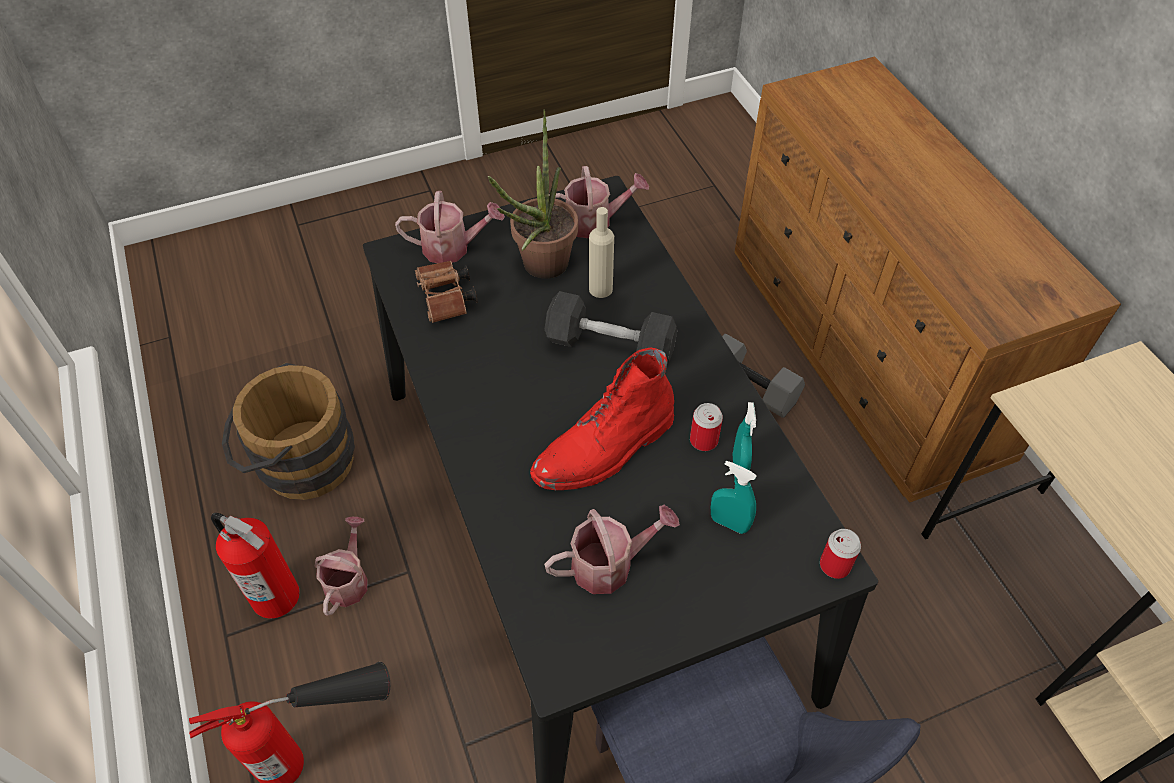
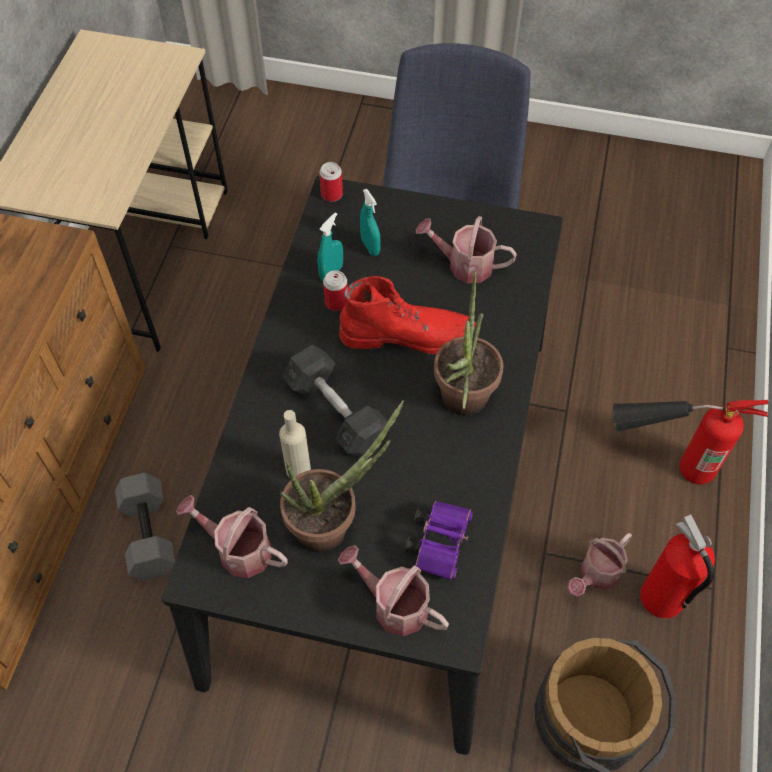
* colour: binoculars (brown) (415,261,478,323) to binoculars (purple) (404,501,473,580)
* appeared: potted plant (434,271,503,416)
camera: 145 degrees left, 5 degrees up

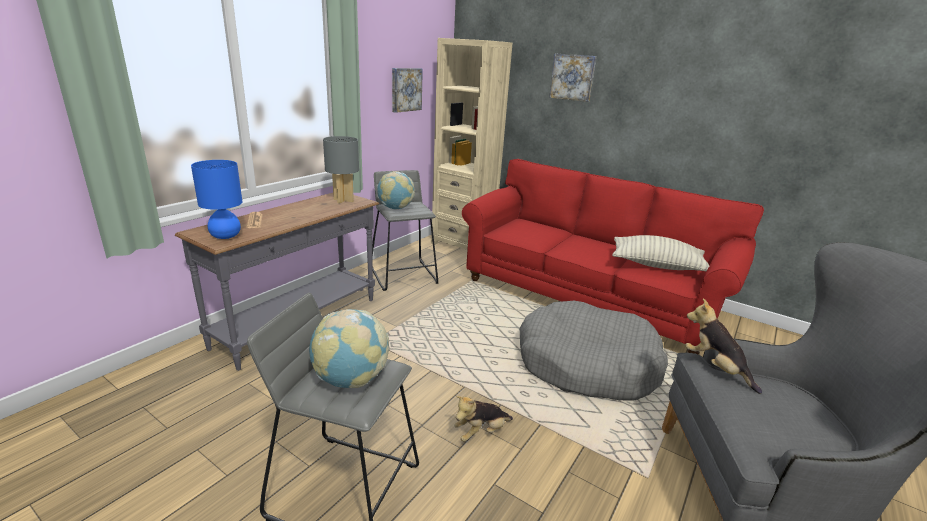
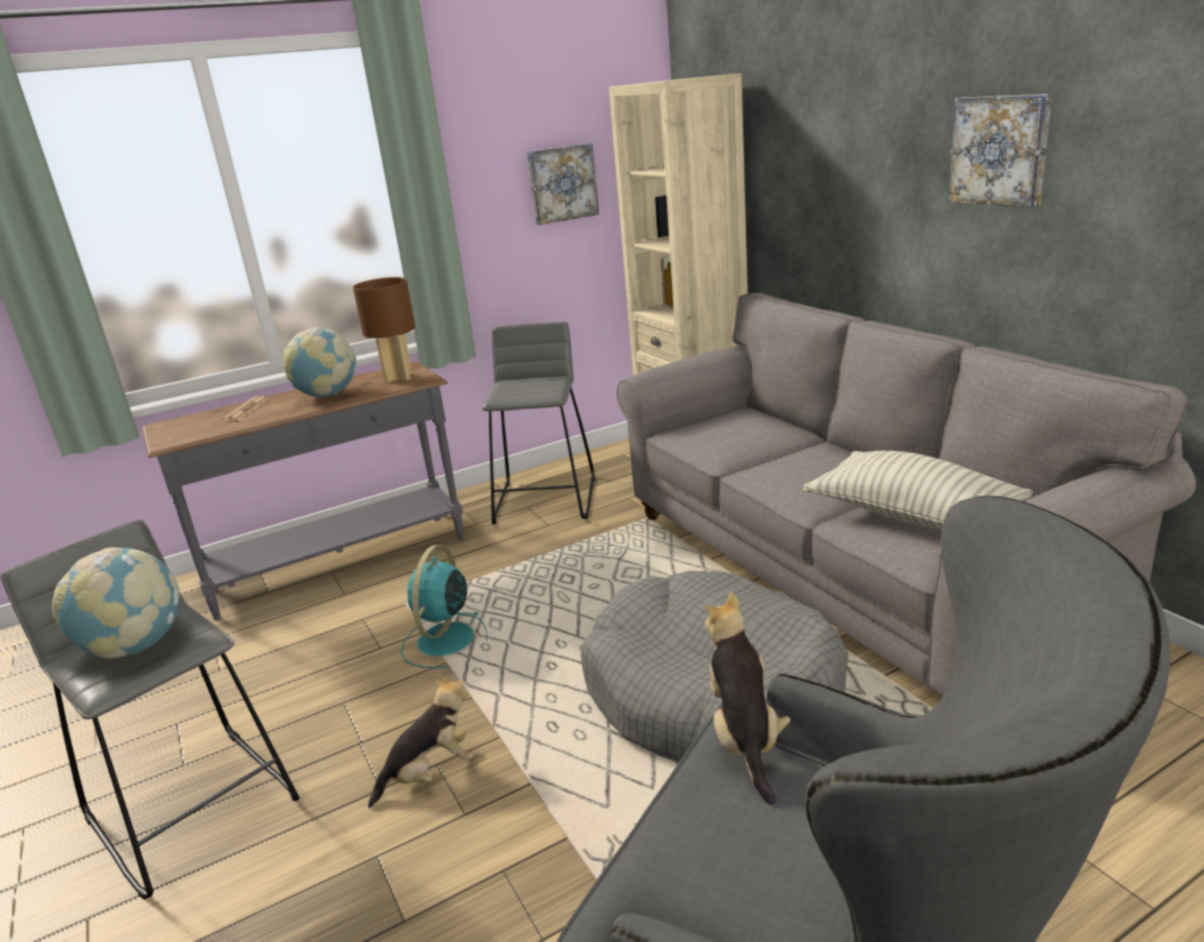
* relocated: picture (549,53,596,102) to (948,93,1052,208)
* colour: table lamp (grey) (323,136,359,204) to table lamp (brown) (353,277,415,383)
* colour: sofa (red) (462,159,764,354) to sofa (grey) (617,293,1196,698)
* missing: table lamp (blue) (191,160,242,239)
* relocated: globe (377,171,415,209) to (283,327,357,397)
* spun: plush toy (454,396,513,442) = (368,674,474,808) 150 degrees clockwise
* appeared: fan (turquoise) (401,545,488,668)
camera: 30 degrees right, 0 degrees up

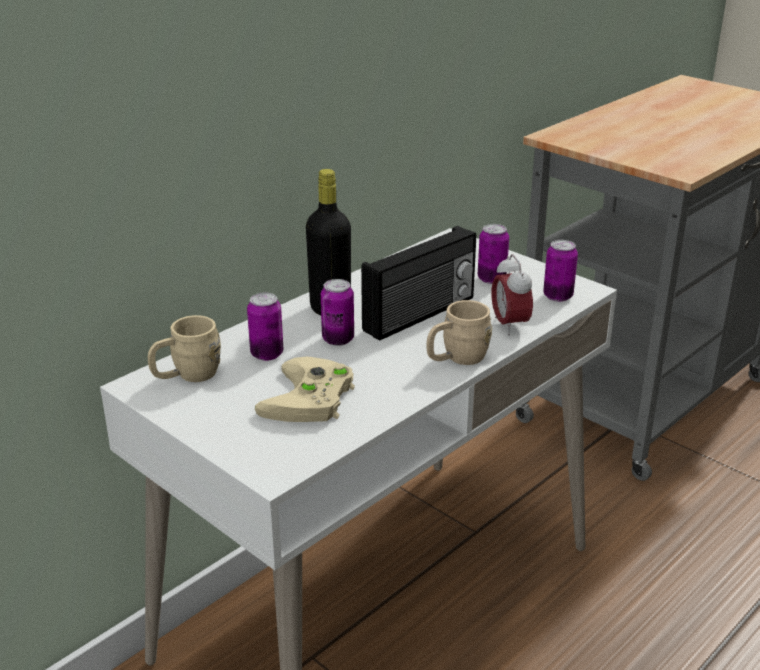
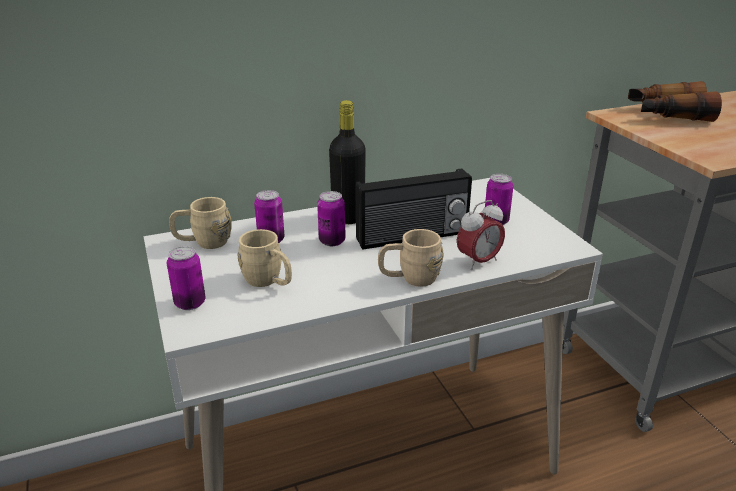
* relocated: can (543,240,578,302) to (167,246,206,310)
* spun: alarm clock (491,254,533,336) = (457,200,505,270) 135 degrees counterclockwise
* exchanged: game controller (beige) (255,357,355,422) to mug (beige) (237,229,292,287)
* appeared: binoculars (628,81,722,122)
camera: 25 degrees right, 0 degrees up

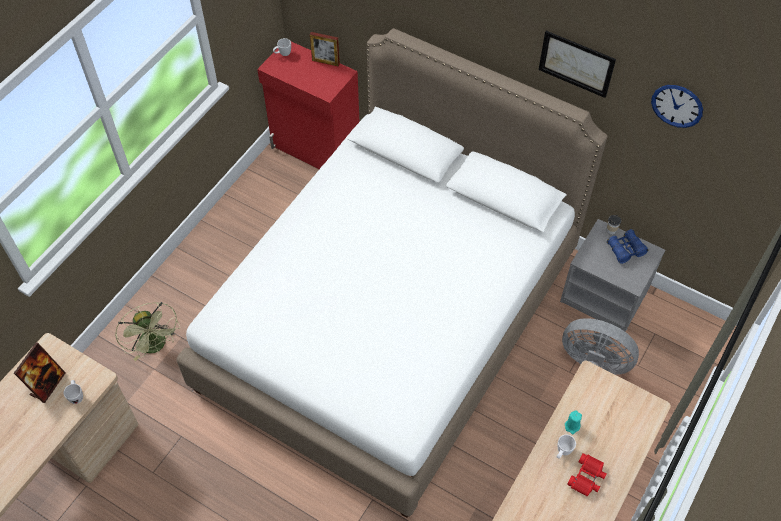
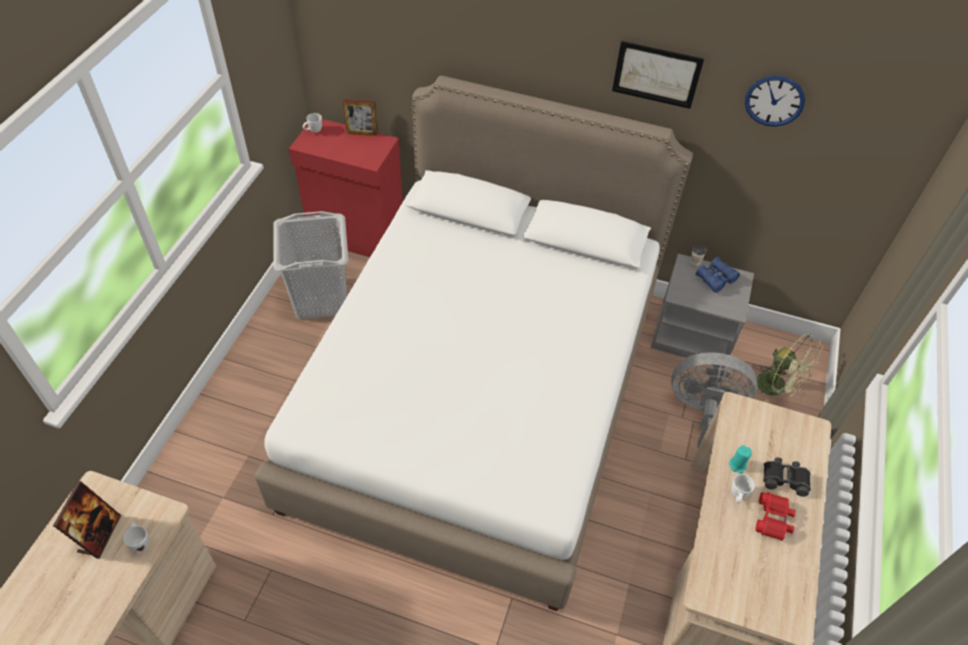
* relocated: fan (green) (115,302,180,361) to (755,333,823,403)
* appeared: laundry basket (grey) (273,211,348,319)
* appeared: binoculars (black) (763,457,811,497)
camera: 15 degrees left, 5 degrees down

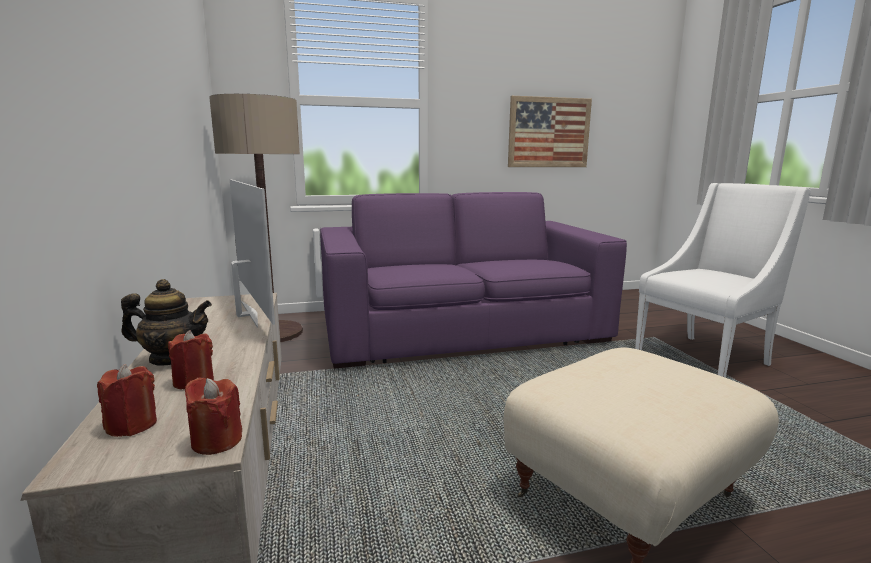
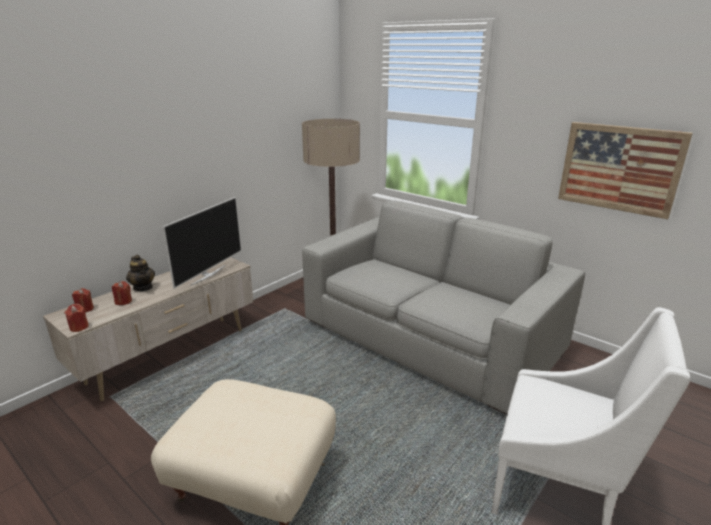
* colour: sofa (purple) (320,192,627,369) to sofa (grey) (302,201,585,415)
camera: 55 degrees right, 10 degrees up

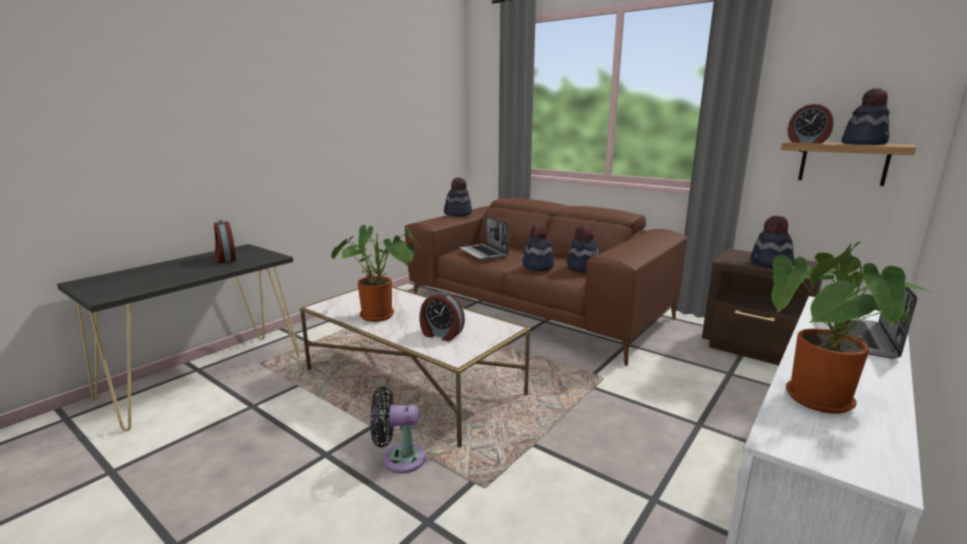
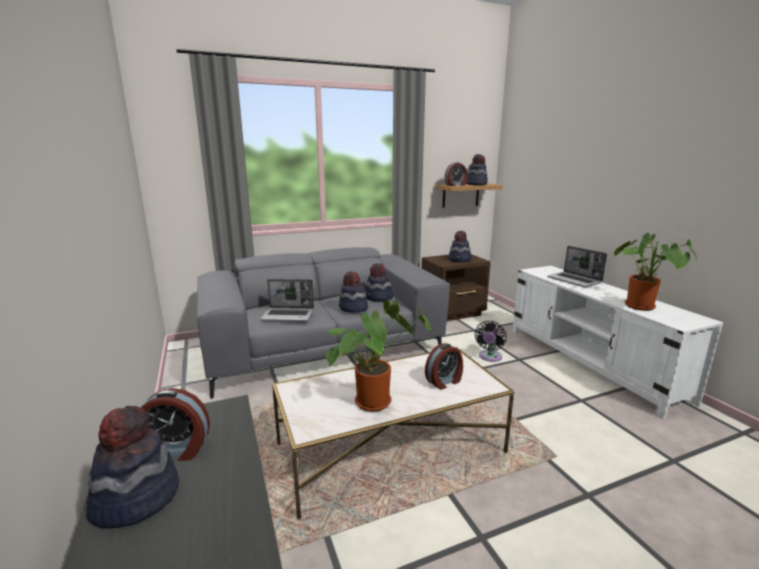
* relocated: hat (444,177,472,216) to (86,406,179,528)
* colour: sofa (brown) (405,198,687,366) to sofa (grey) (197,247,449,399)
* relocated: fan (black) (370,387,426,473) to (475,321,507,362)
camera: 60 degrees left, 0 degrees up

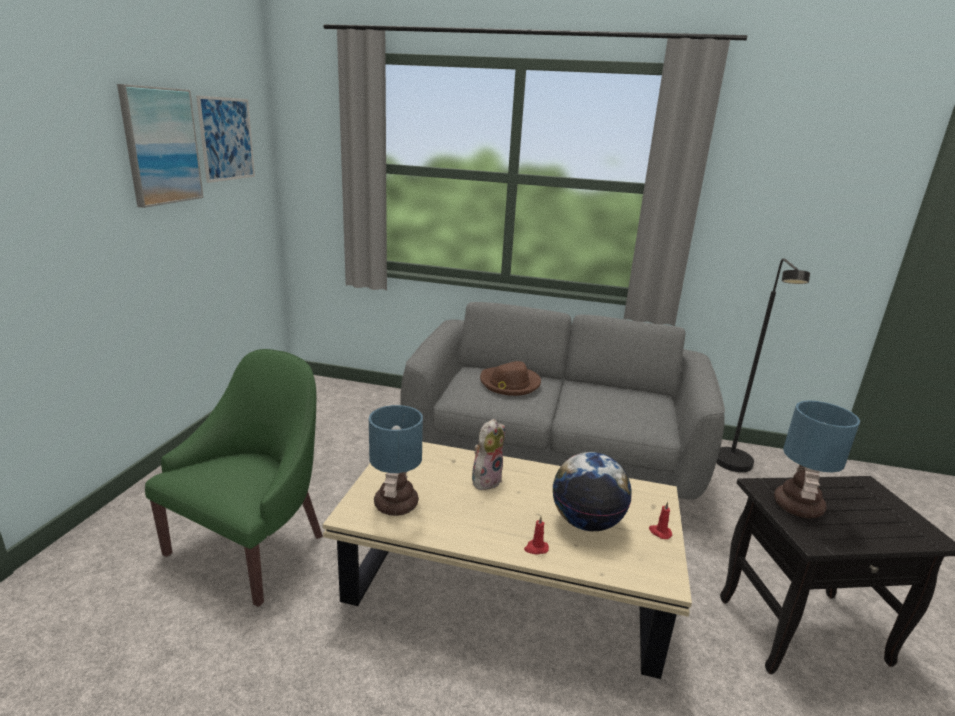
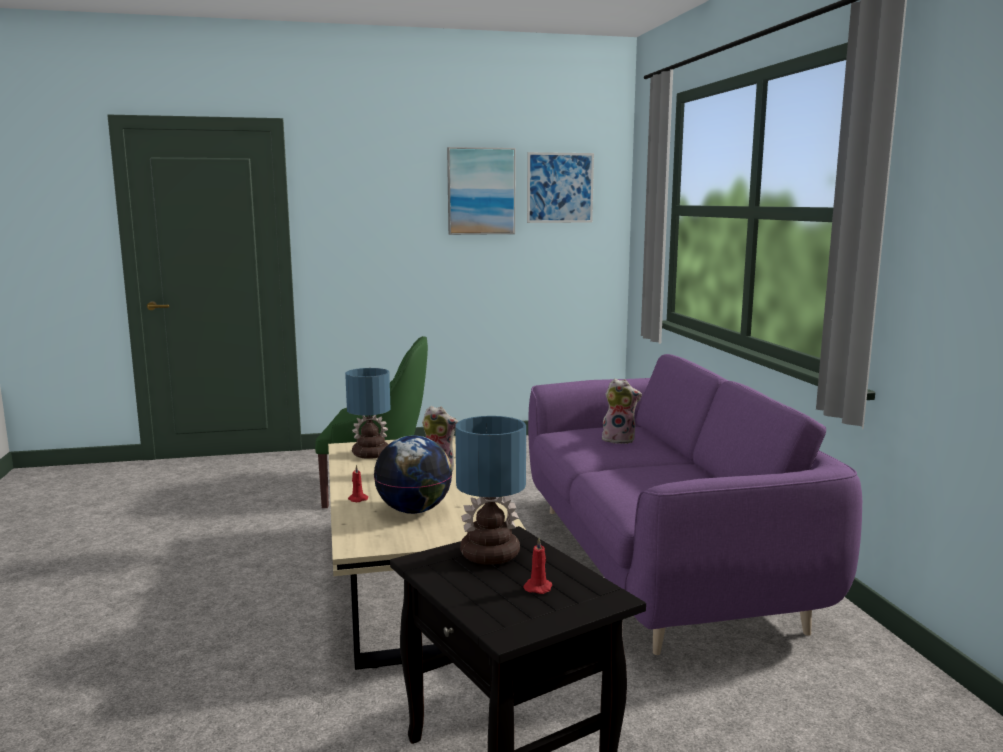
* missing: floor lamp (black) (716,258,810,472)
* colour: sofa (grey) (400,302,725,500) to sofa (purple) (528,354,862,655)
* exchanged: hat (brown) (480,361,541,396) to plush toy (602,379,642,444)
* relocated: candle (red) (649,501,672,539) to (523,538,552,594)
camera: 65 degrees right, 10 degrees down

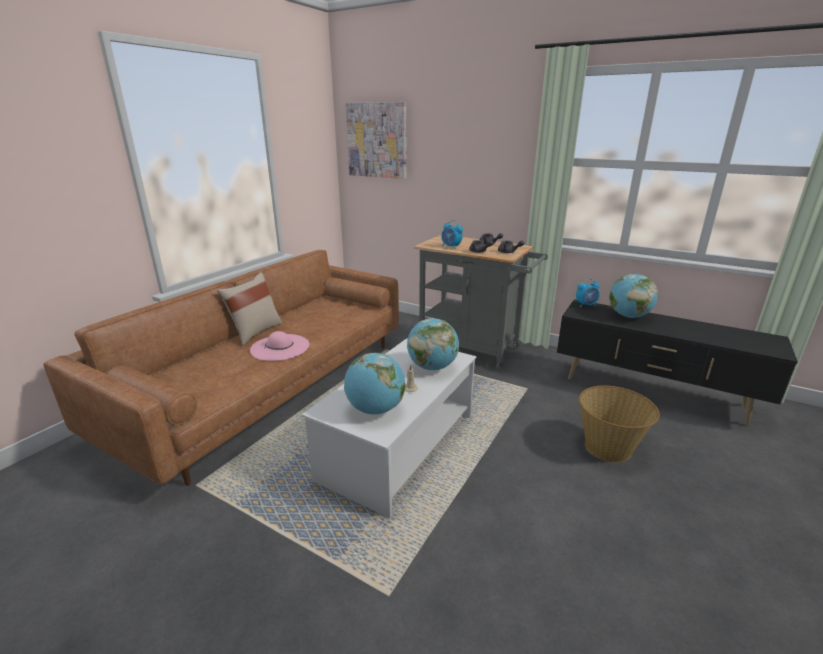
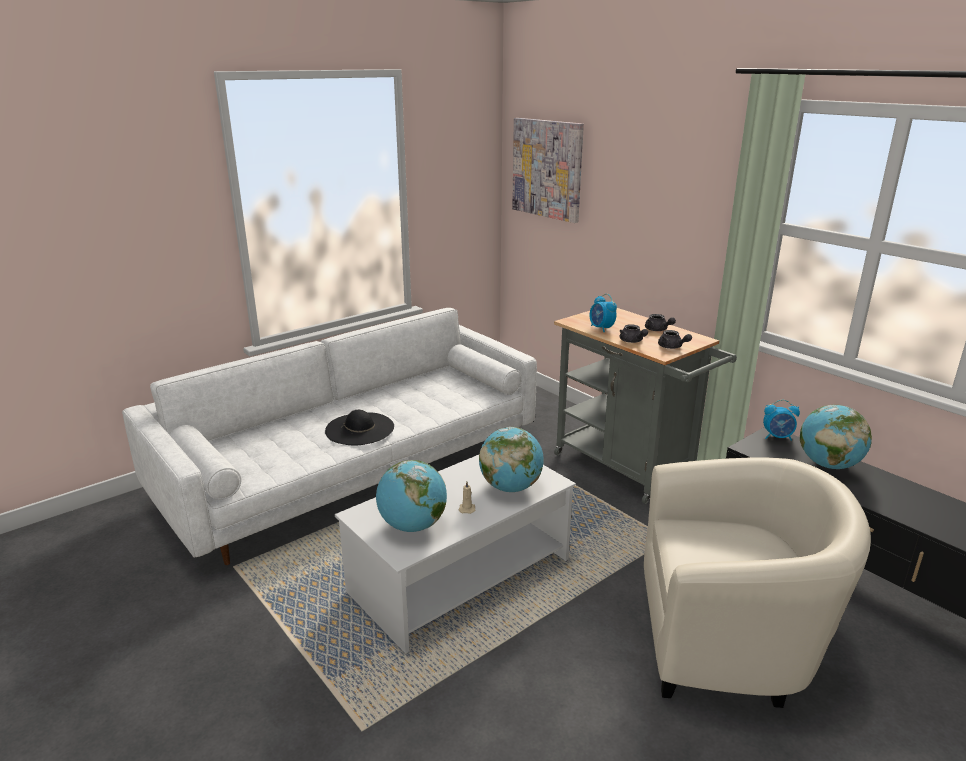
* colour: sofa (brown) (43,250,399,486) to sofa (white) (122,308,537,565)
* missing: pillow (beige) (217,272,282,345)
* colour: hat (pink) (250,331,309,361) to hat (black) (325,410,394,445)
* exchanged: basket (579,385,660,462) to armchair (beige) (644,457,871,708)
camera: 20 degrees right, 0 degrees up

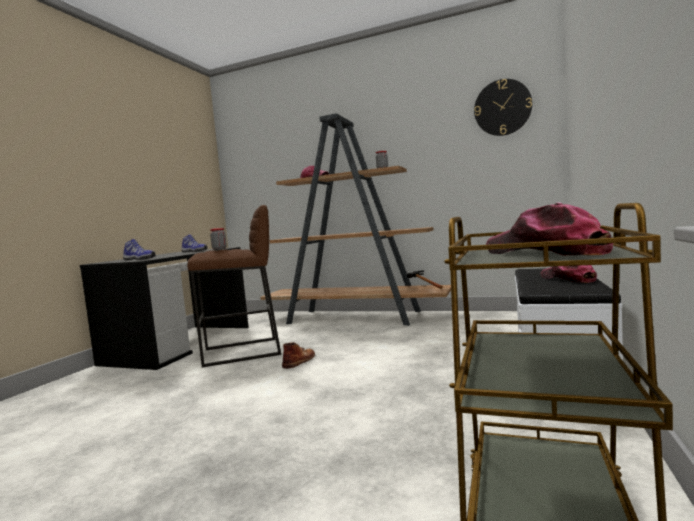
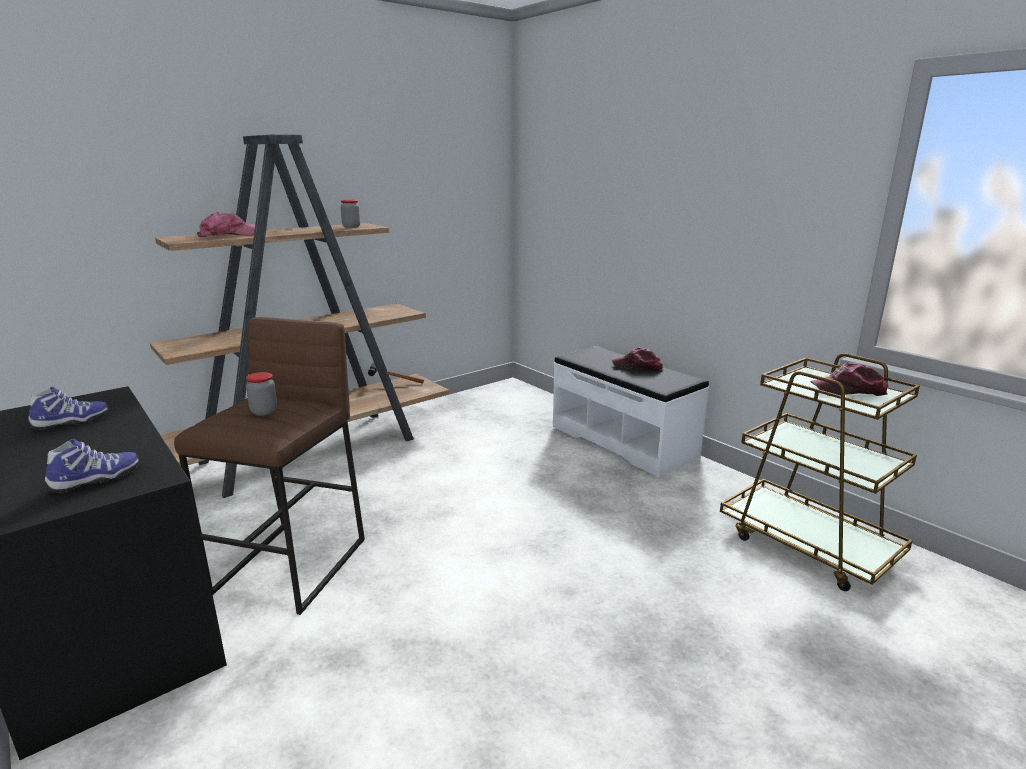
* missing: wall clock (474,79,532,136)
* missing: boot (brown) (282,342,315,369)
camera: 60 degrees left, 15 degrees up

